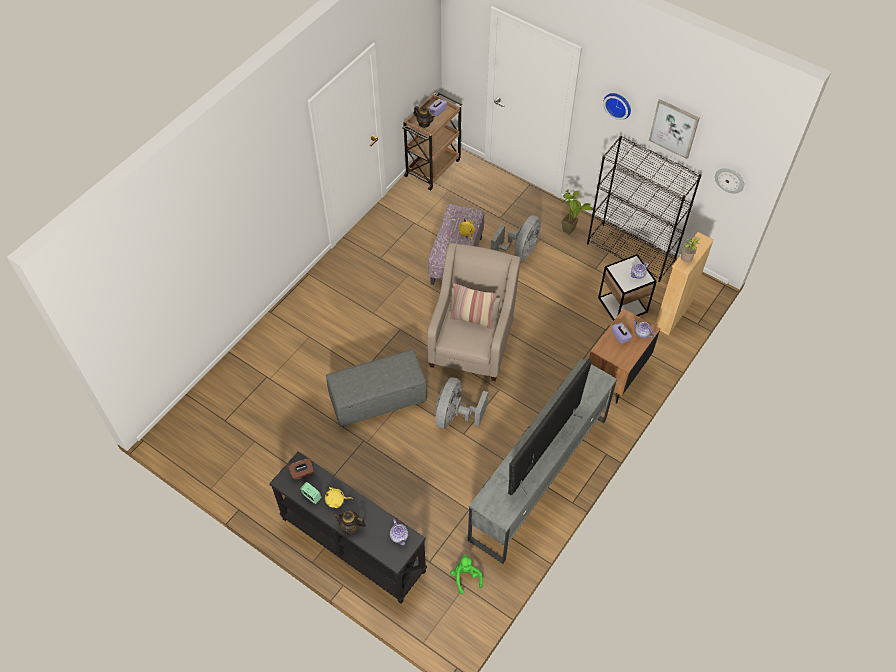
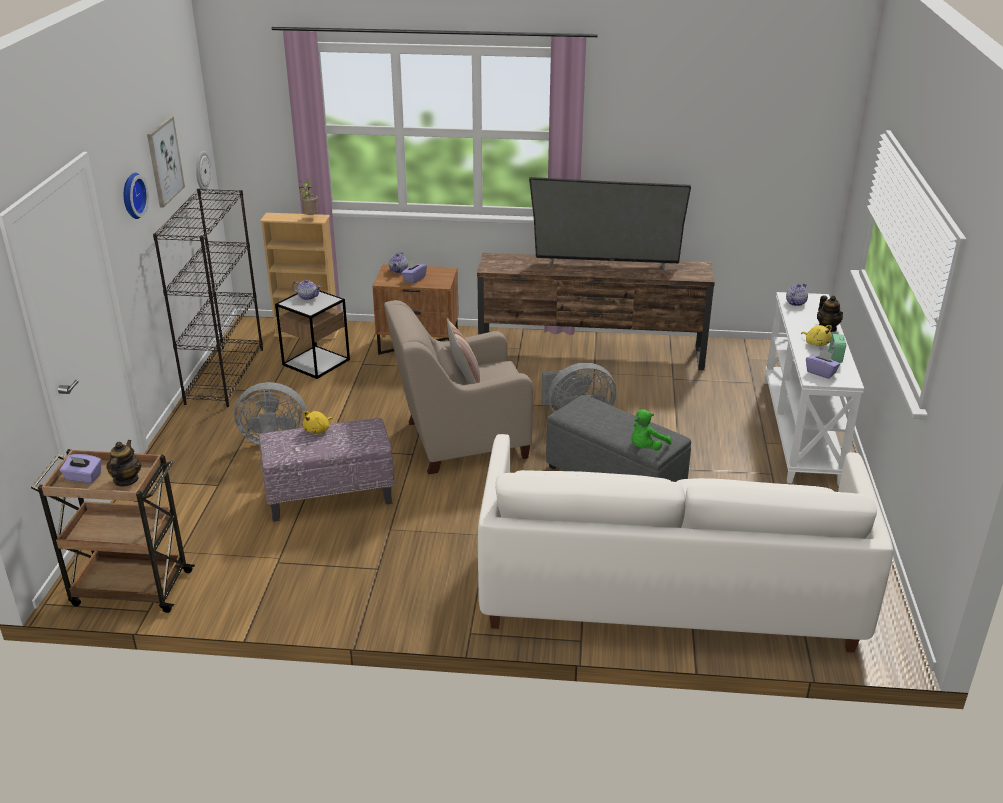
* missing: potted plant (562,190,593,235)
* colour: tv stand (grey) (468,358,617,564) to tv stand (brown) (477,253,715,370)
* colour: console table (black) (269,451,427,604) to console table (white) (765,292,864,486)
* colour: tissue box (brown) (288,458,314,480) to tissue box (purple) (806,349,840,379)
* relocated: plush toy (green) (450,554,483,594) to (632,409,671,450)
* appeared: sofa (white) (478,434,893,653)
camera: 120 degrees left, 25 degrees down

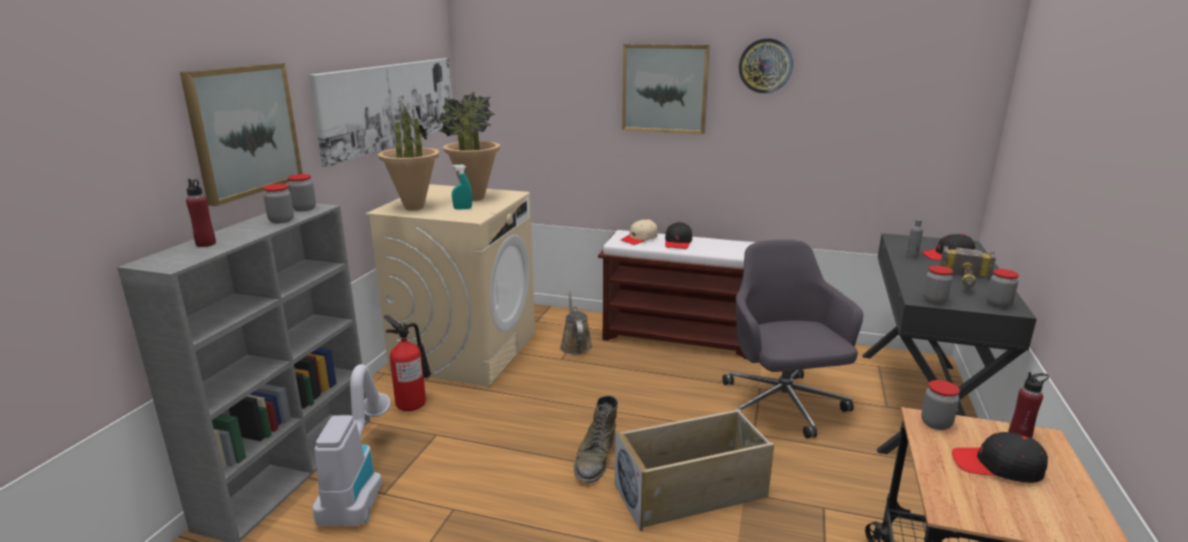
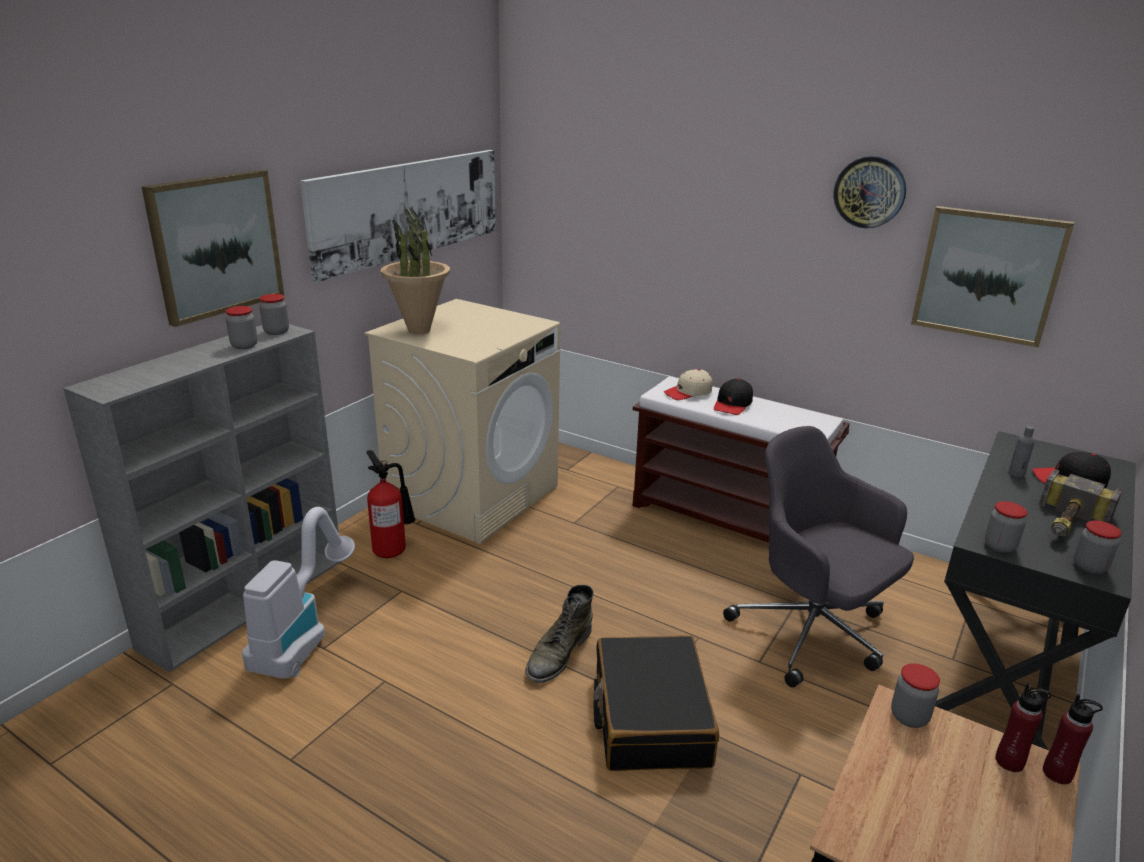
* relocated: picture (622,44,710,134) to (911,206,1075,347)
* missing: potted plant (436,91,500,201)
* missing: spray bottle (turquoise) (452,165,472,209)
* relocated: bottle (red) (186,179,216,247) to (1043,694,1103,784)
* spun: office chair (grey) (722,239,863,438) = (723,426,914,688) 45 degrees counterclockwise
* missing: watering can (brown) (560,291,593,355)
* exchanged: storage box (beige) (615,409,774,531) to suitcase (black) (593,635,719,771)
* missing: cap (black) (952,432,1048,483)
camera: 15 degrees right, 5 degrees up

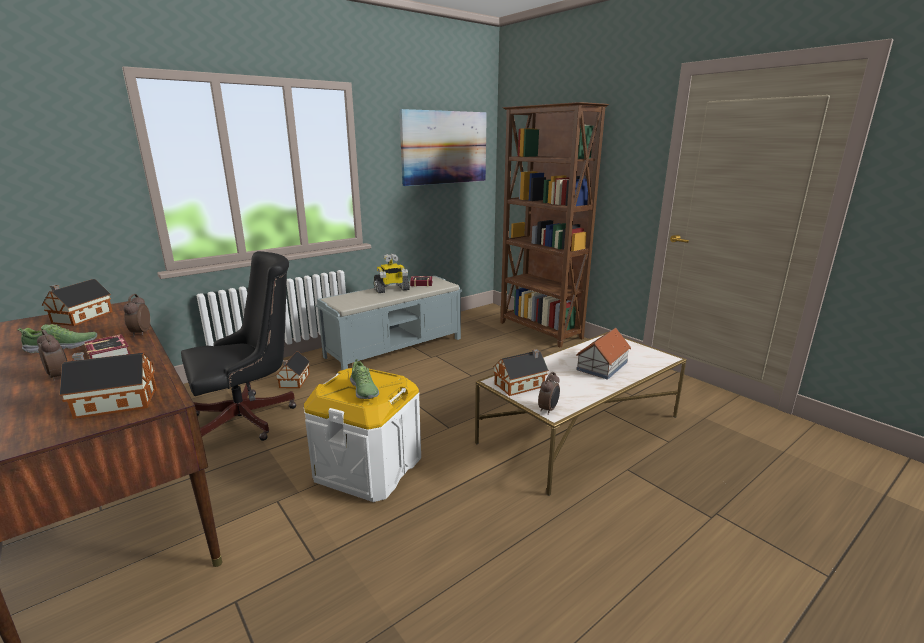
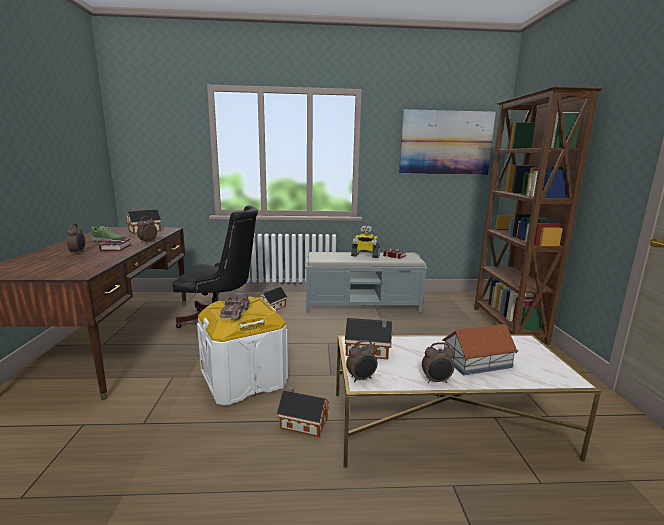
* relocated: toy house (60,352,157,419) to (277,386,329,437)
* exchanged: shoe (350,359,379,399) to toy truck (220,292,250,319)
* appeared: alarm clock (422,342,455,383)
camera: 35 degrees right, 5 degrees down

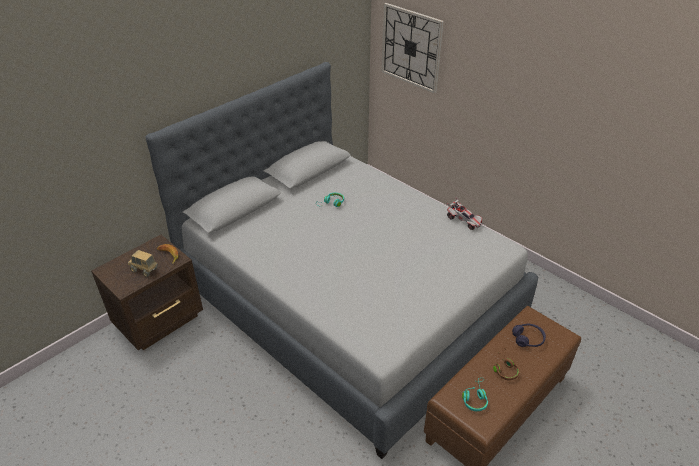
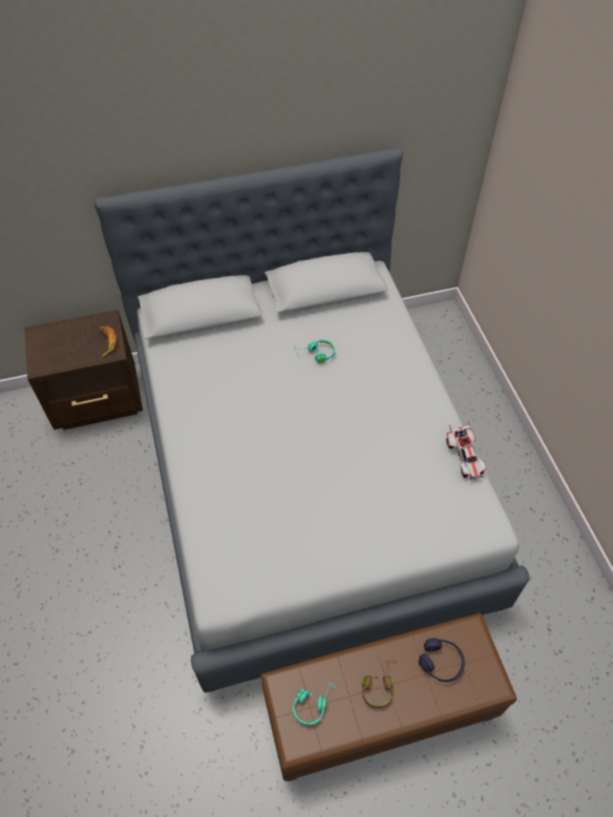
* missing: wall clock (381,3,444,94)
* missing: toy truck (128,250,158,277)
camera: 30 degrees right, 15 degrees up

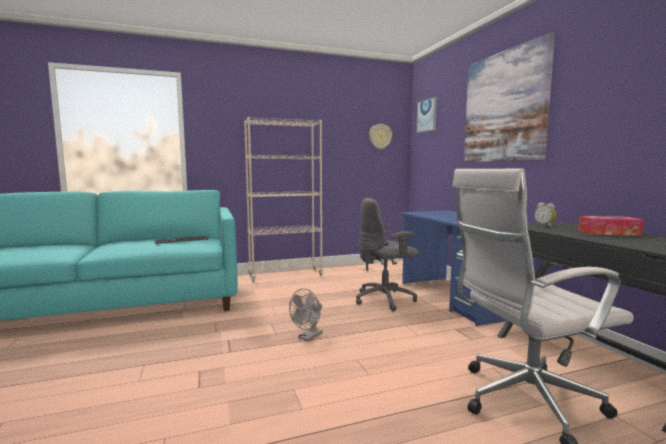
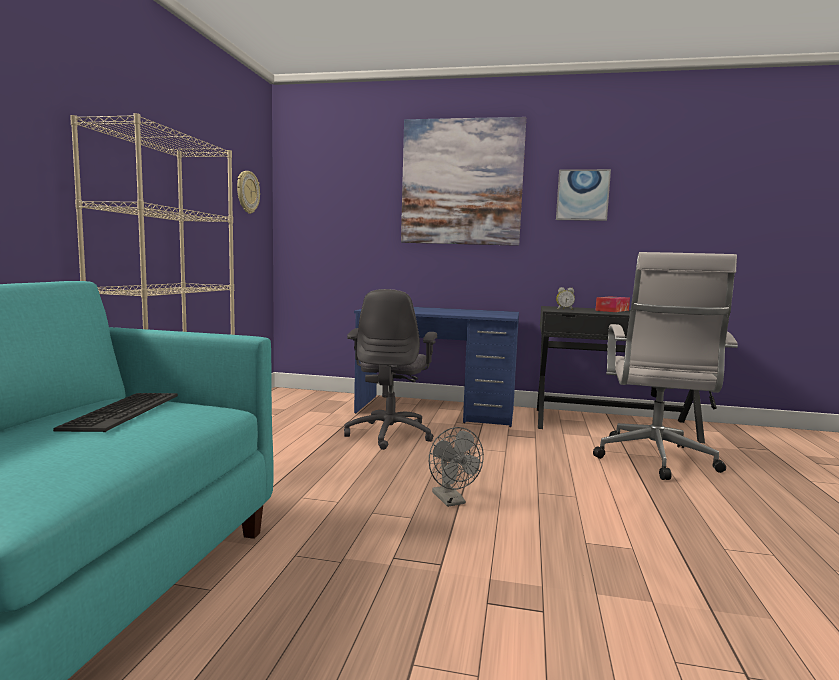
* relocated: picture (417,97,437,133) to (556,169,611,221)
camera: 60 degrees left, 0 degrees up

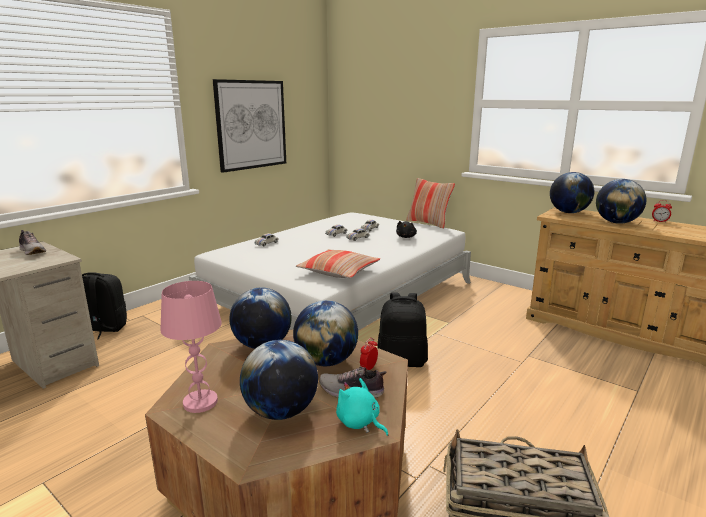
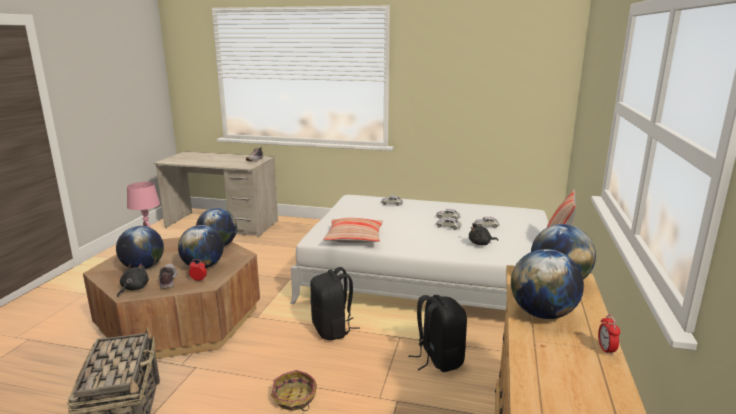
* missing: picture (213,79,286,173)
* relocated: backpack (black) (82,272,127,339) to (409,295,467,372)
* colour: plush toy (turquoise) (336,378,388,436) to plush toy (black) (117,263,149,297)
* appeared: basket (271,370,317,411)
camera: 65 degrees right, 0 degrees up

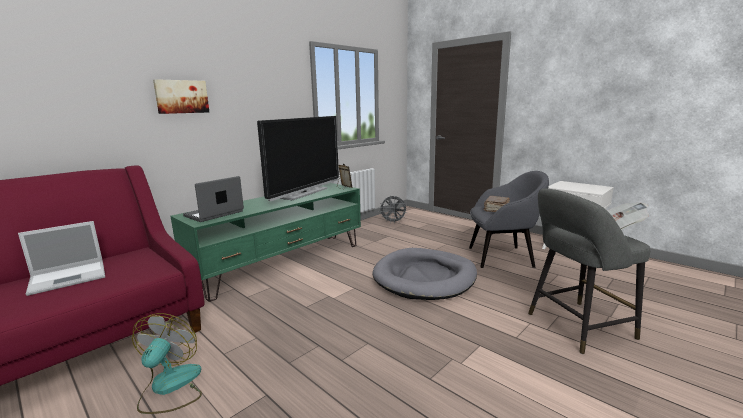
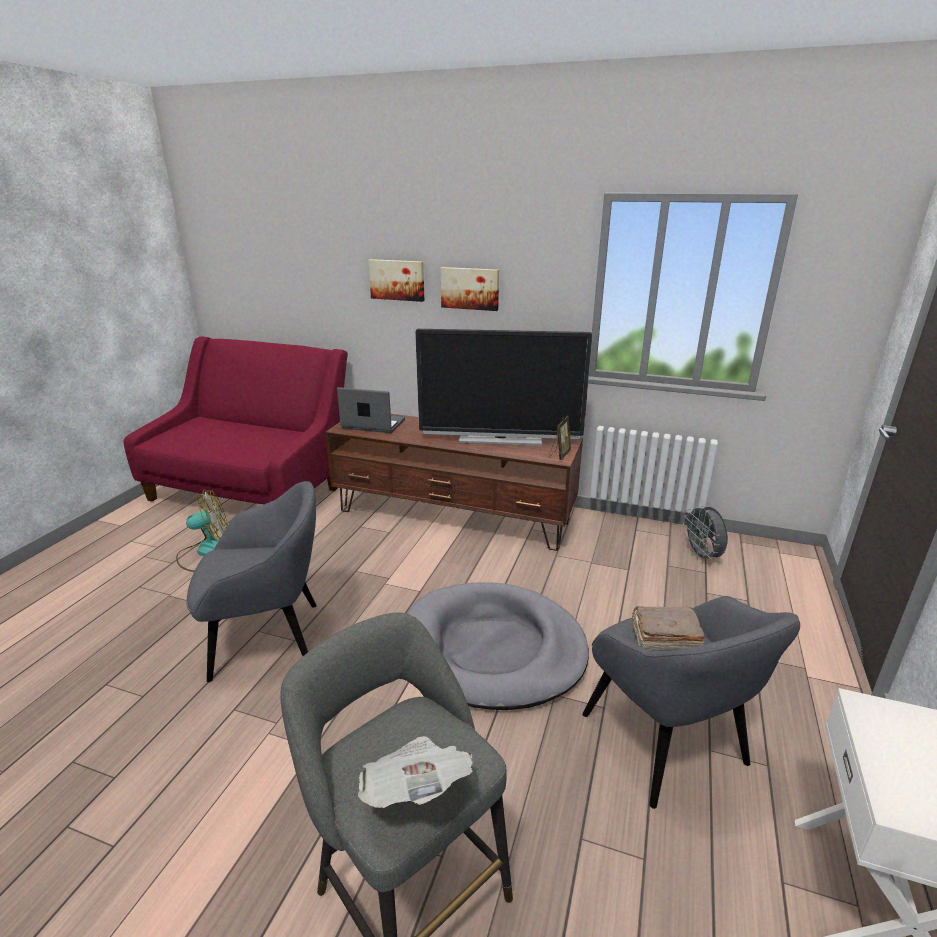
* colour: tv stand (green) (171,183,361,302) to tv stand (brown) (325,414,583,551)
* missing: laptop (18,221,105,296)
* appeared: picture (441,267,499,311)
* appeared: armchair (grey) (186,481,316,682)
camera: 65 degrees right, 10 degrees up

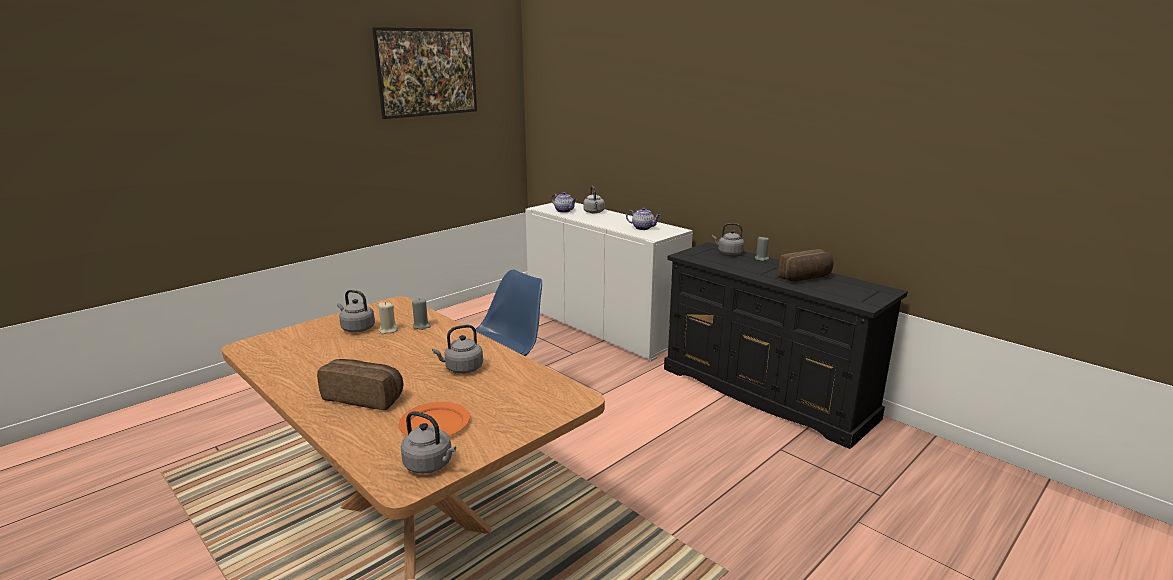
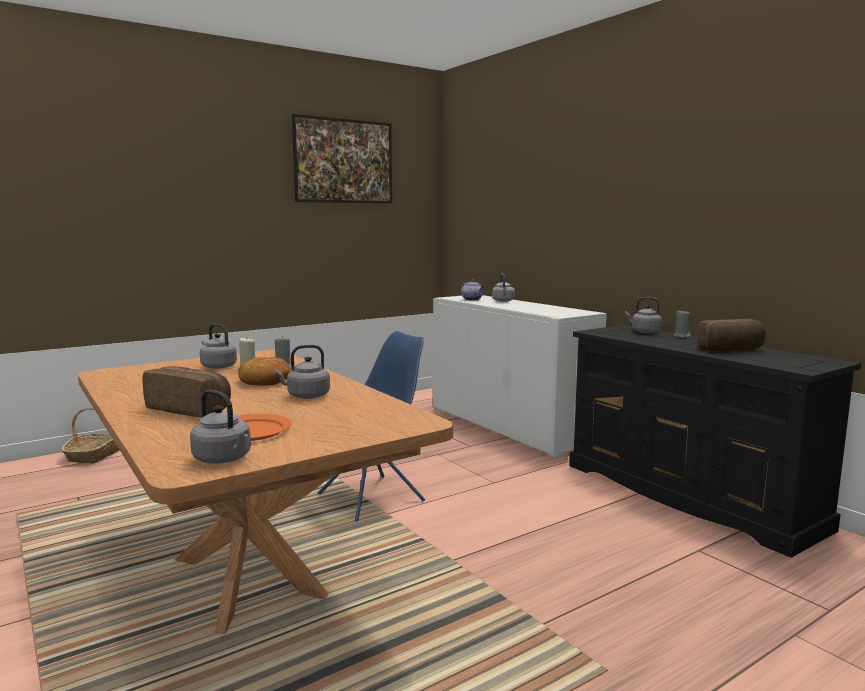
* missing: teapot (626,207,661,230)
* appeared: bread (238,357,291,386)
* appeared: basket (61,408,120,464)
camera: 10 degrees right, 10 degrees down

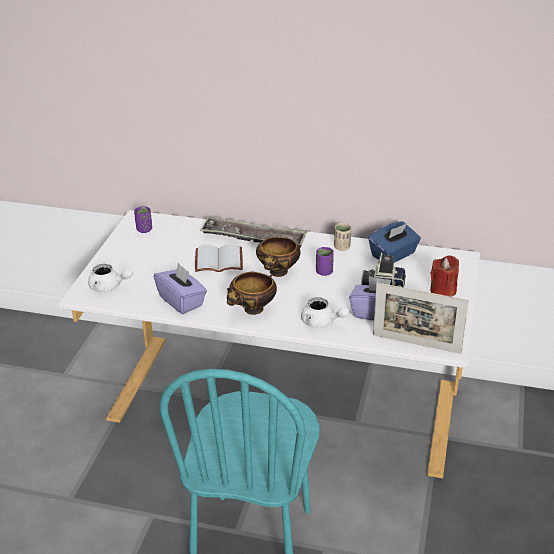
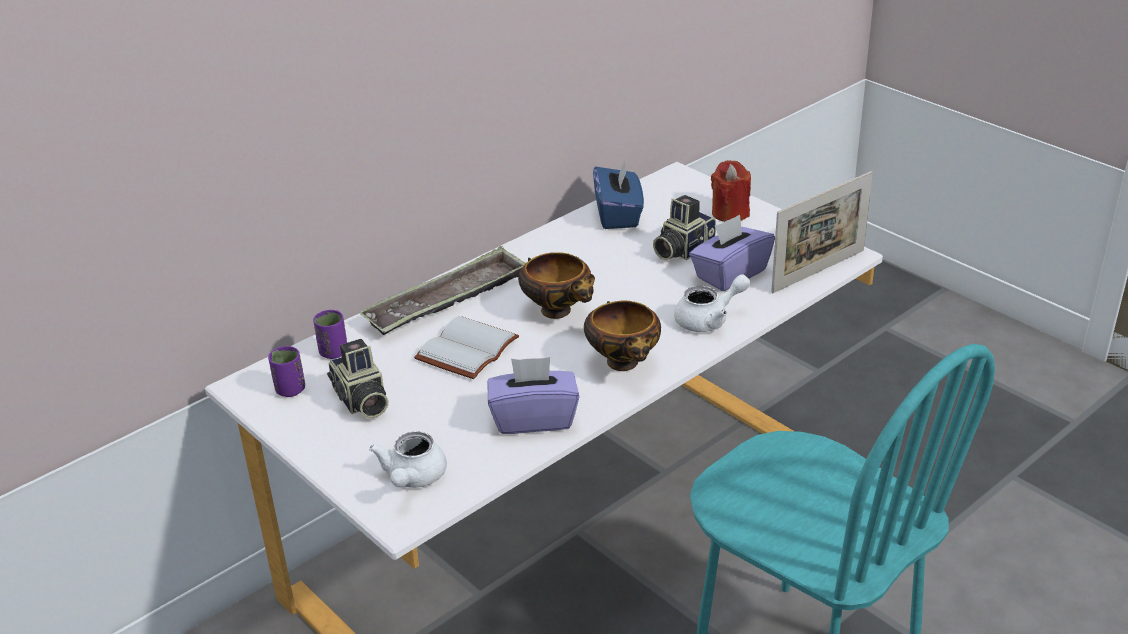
* missing: cup (beige) (334,223,352,251)
* relocated: cup (purple) (316,247,334,276) to (313,310,347,359)
* spun: teapot (white) (88,264,133,292) = (369,431,447,488) 135 degrees clockwise
* appeared: photo camera (327,339,388,418)
camera: 55 degrees left, 0 degrees up

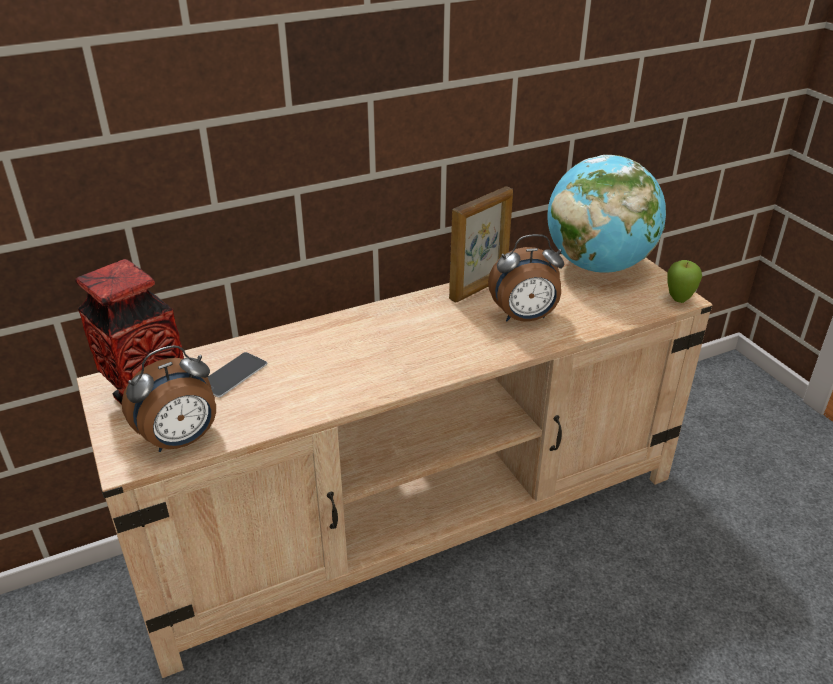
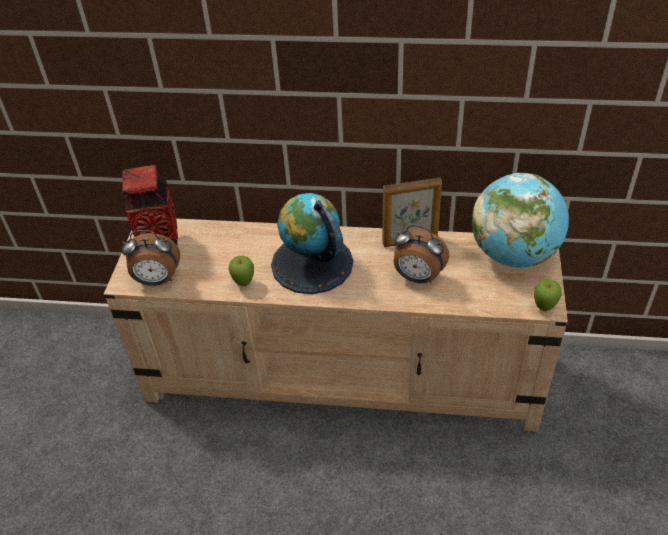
* missing: phone (208,352,267,397)
* appeared: globe (271,193,353,294)
* appeared: apple (228,256,254,286)
camera: 35 degrees right, 10 degrees up

